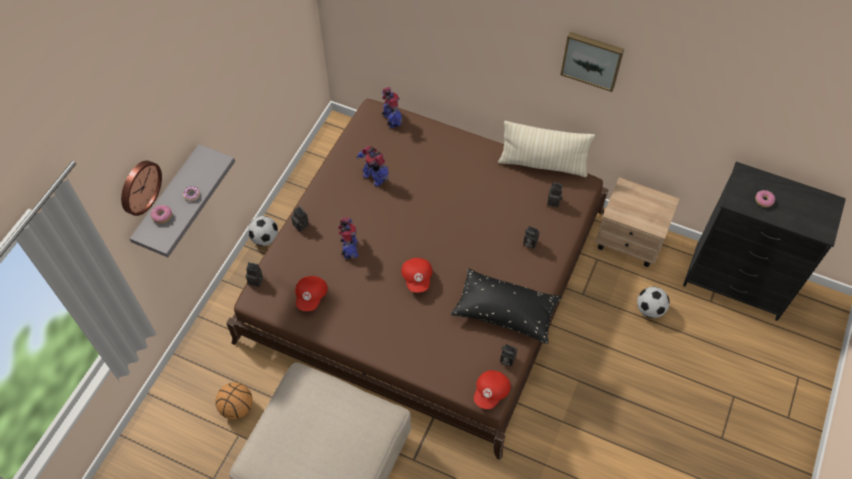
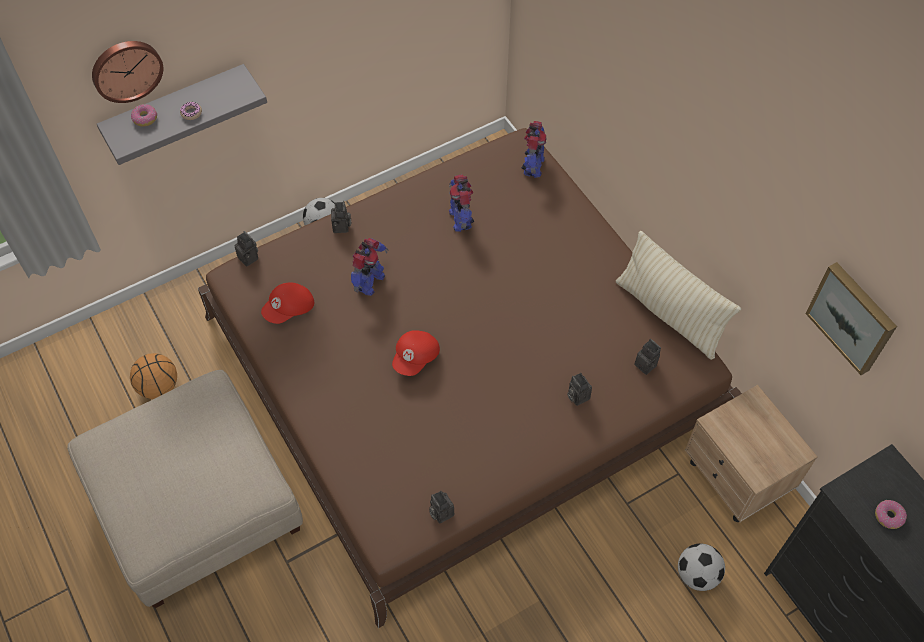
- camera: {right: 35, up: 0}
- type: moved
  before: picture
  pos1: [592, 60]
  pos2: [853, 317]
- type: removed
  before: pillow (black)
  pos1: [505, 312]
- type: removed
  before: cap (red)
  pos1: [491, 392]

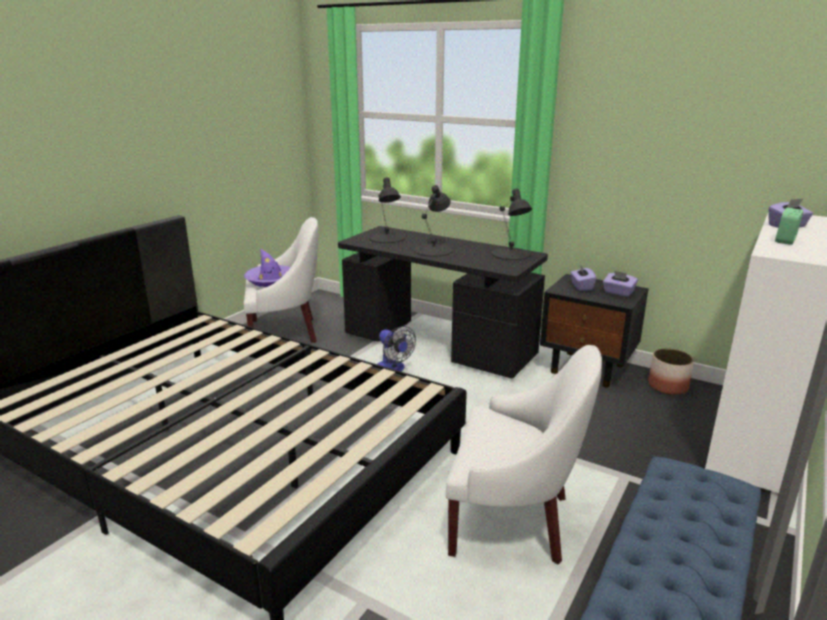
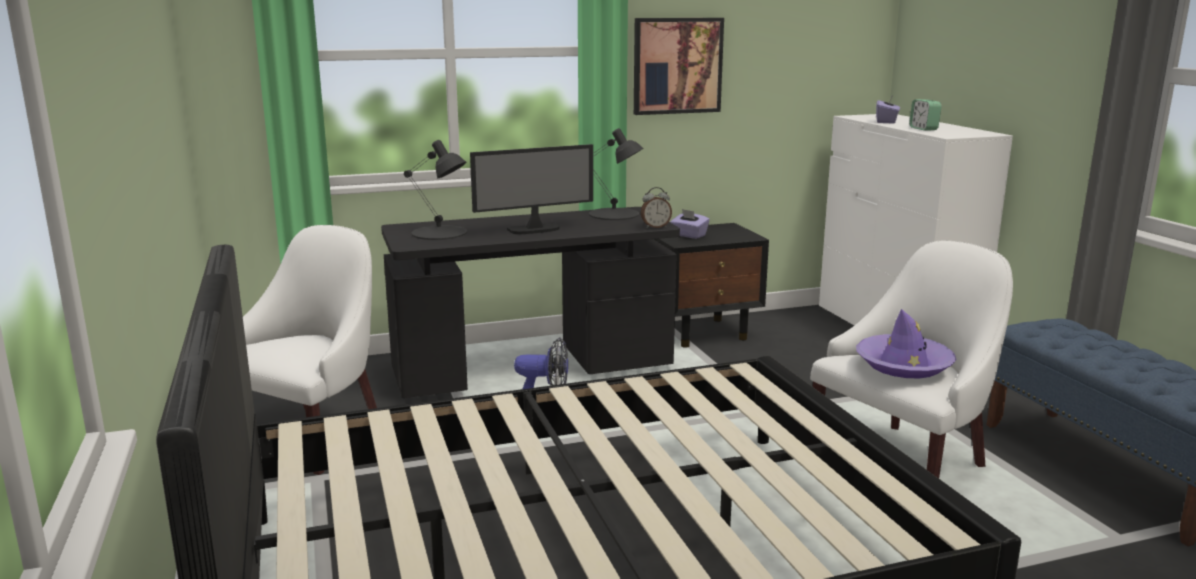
- camera: {right: -50, up: -5}
- type: replaced
  before: table lamp (black)
  after: monitor
  pos1: [434, 250]
  pos2: [534, 230]
- type: added
  after: picture
  pos2: [677, 66]
- type: added
  after: alarm clock
  pos2: [655, 227]
- type: moved
  before: hat (purple)
  pos1: [270, 280]
  pos2: [903, 365]
- type: removed
  before: tissue box (purple)
  pos1: [618, 293]
- type: removed
  before: planter
  pos1: [668, 386]

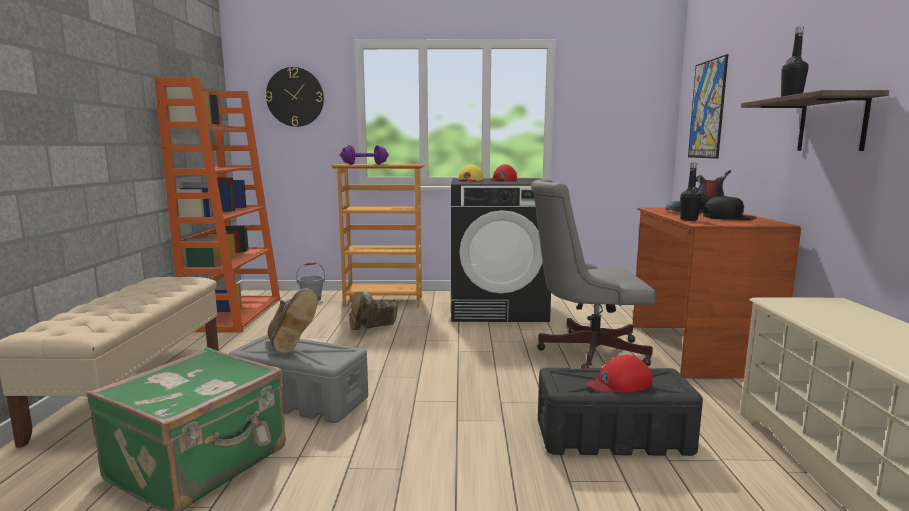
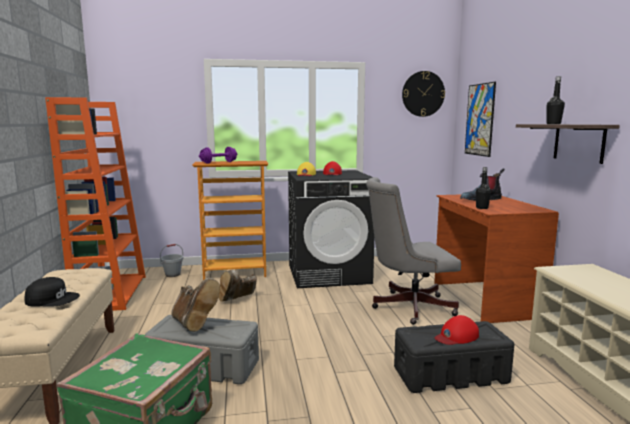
- camera: {right: -10, up: 0}
- type: moved
  before: cap (black)
  pos1: [728, 217]
  pos2: [52, 299]
- type: moved
  before: wall clock
  pos1: [295, 97]
  pos2: [423, 94]

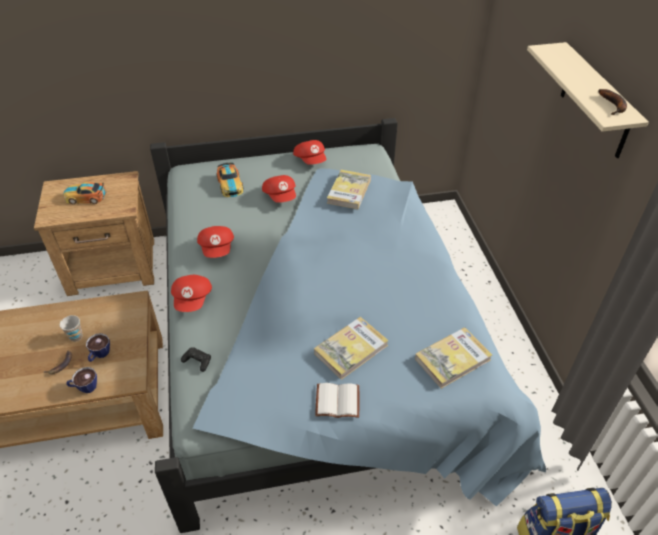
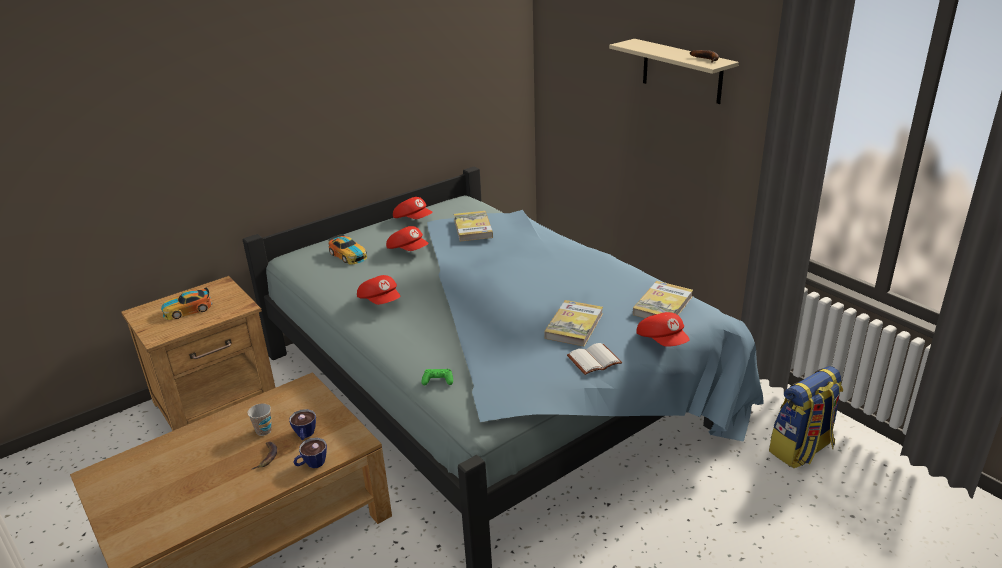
- camera: {right: -25, up: -15}
- type: recoloured
  before: game controller (black)
  after: game controller (green)
  pos1: [197, 361]
  pos2: [438, 380]
- type: moved
  before: cap (red)
  pos1: [193, 300]
  pos2: [662, 341]

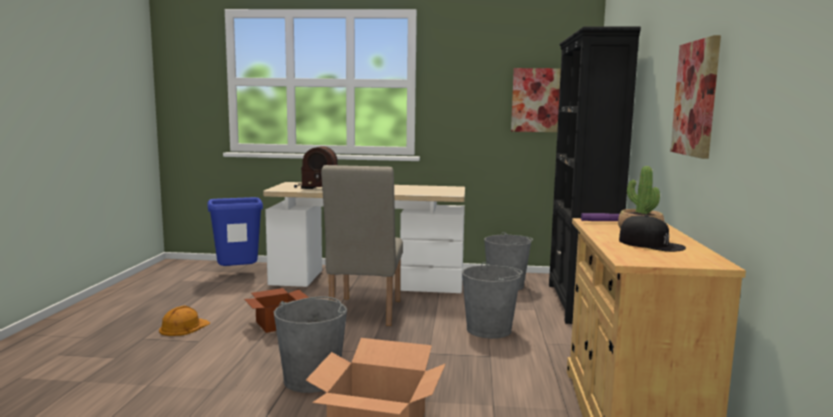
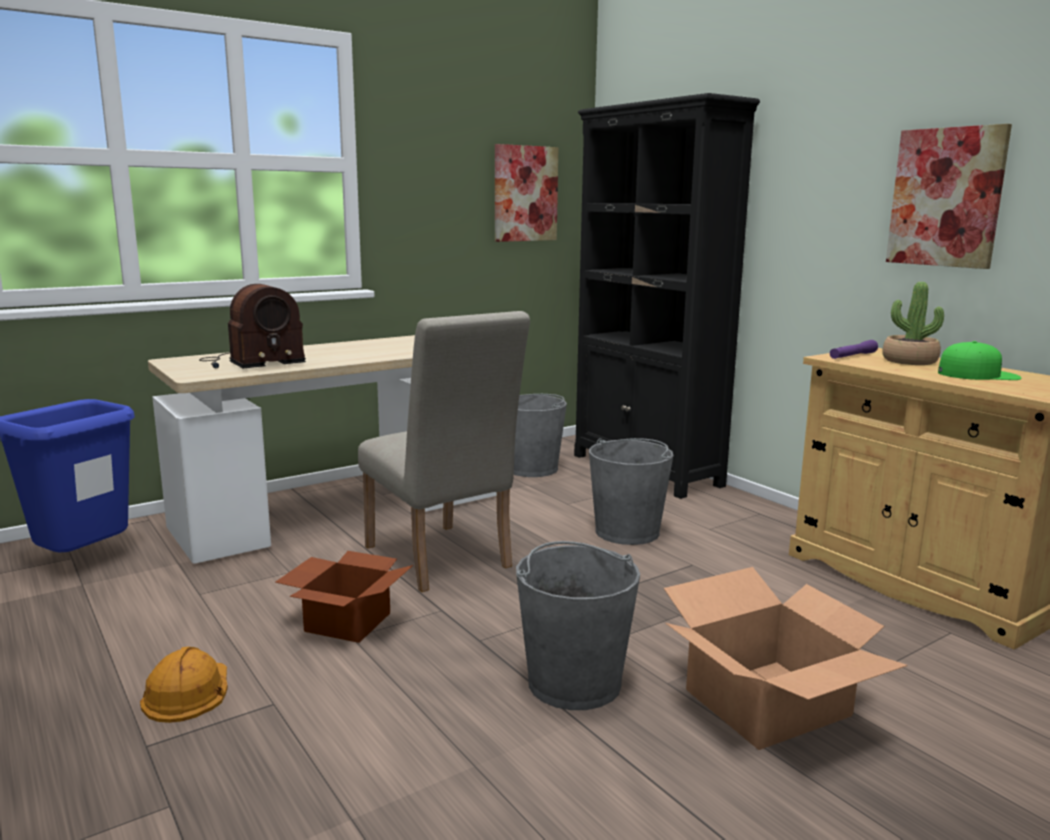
- camera: {right: -40, up: 5}
- type: recoloured
  before: cap (black)
  after: cap (green)
  pos1: [651, 244]
  pos2: [978, 374]

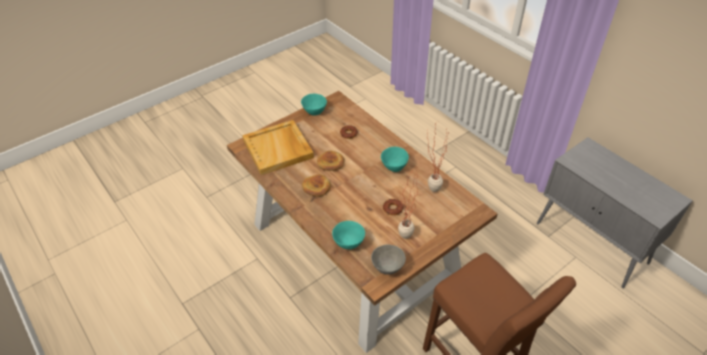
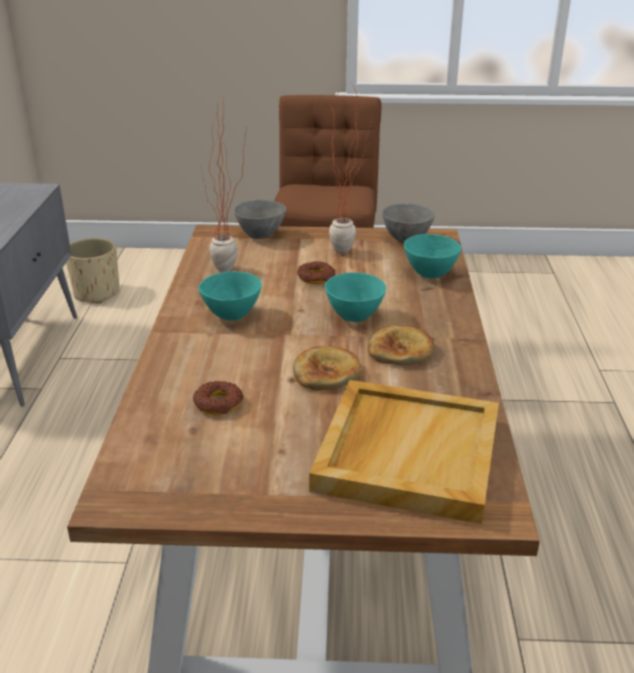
- camera: {right: -140, up: -15}
- type: added
  after: planter (beige)
  pos2: [97, 293]
- type: added
  after: bowl (grey)
  pos2: [261, 235]
- type: moved
  before: bowl (turquoise)
  pos1: [314, 112]
  pos2: [355, 317]

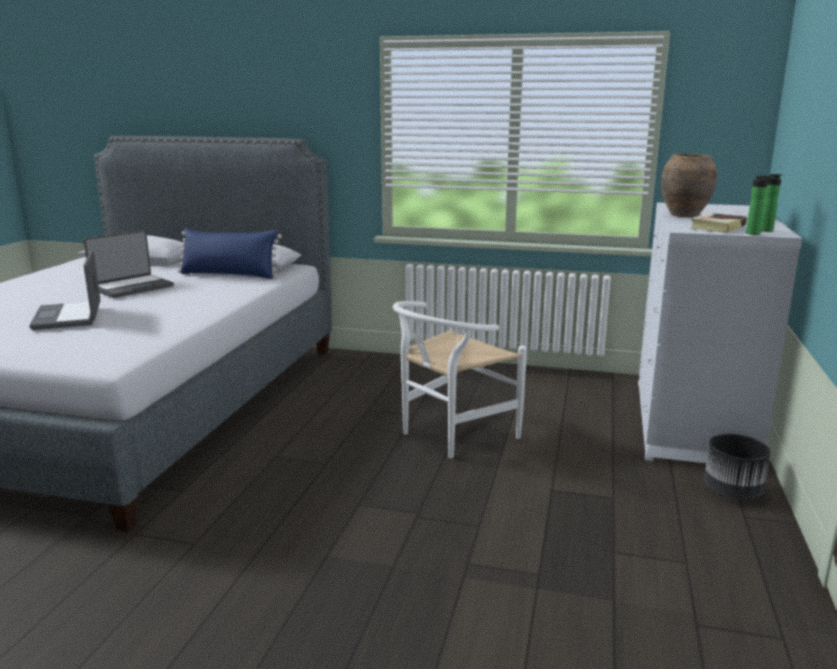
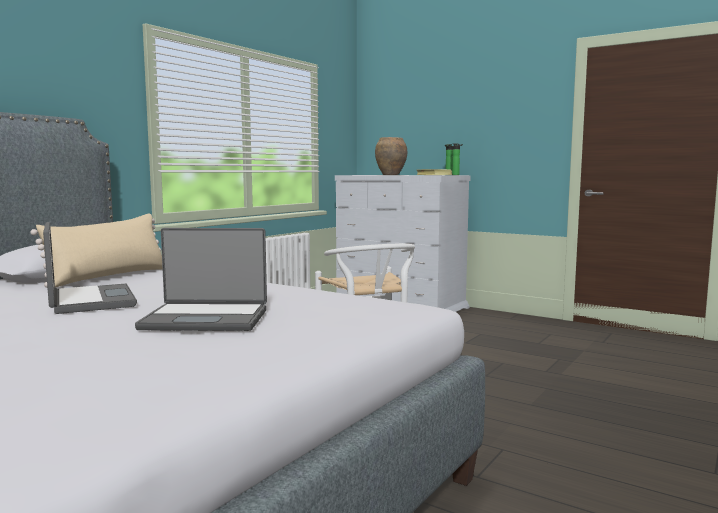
- camera: {right: -70, up: -10}
- type: recoloured
  before: pillow (blue)
  after: pillow (beige)
  pos1: [229, 275]
  pos2: [109, 277]
- type: removed
  before: planter (black)
  pos1: [733, 491]

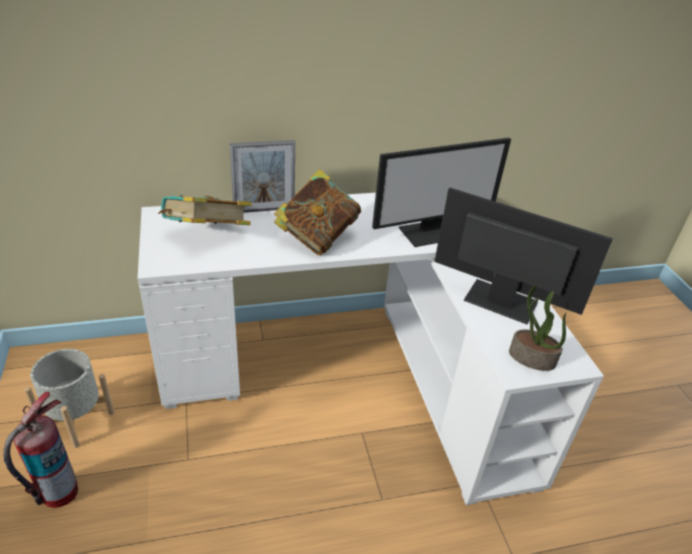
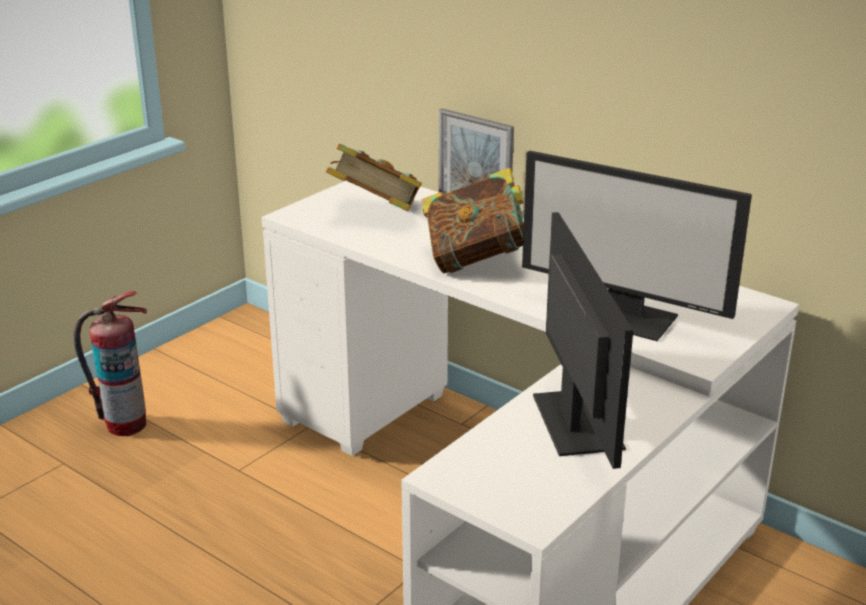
- camera: {right: 55, up: -10}
- type: removed
  before: planter (grey)
  pos1: [77, 419]
- type: removed
  before: potted plant
  pos1: [531, 358]

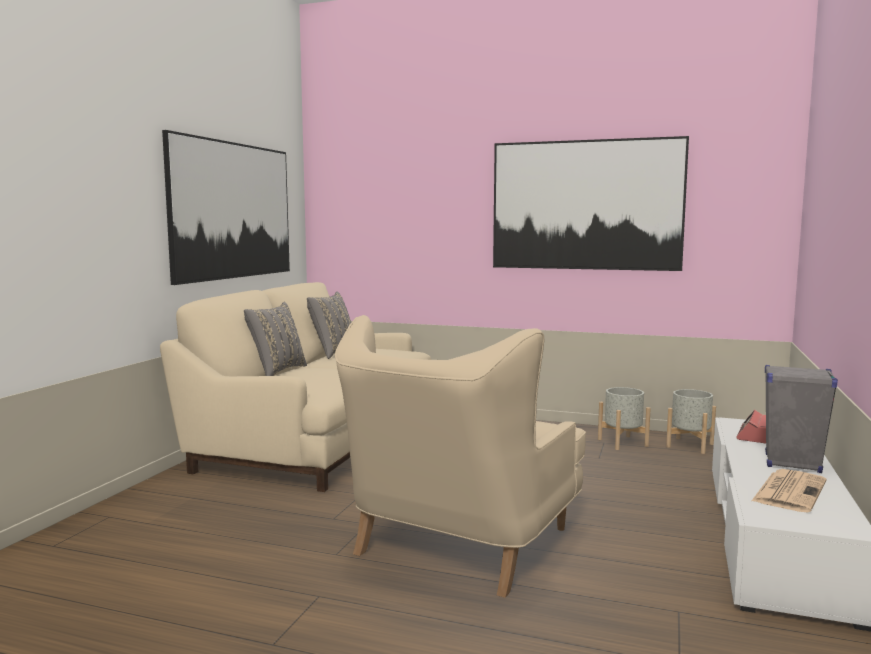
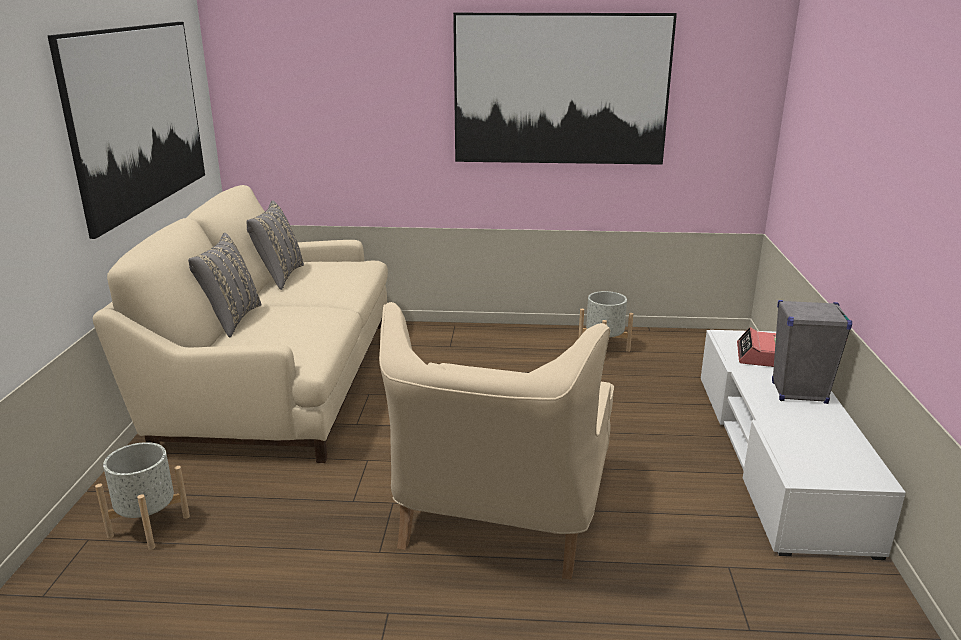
- camera: {right: -15, up: 15}
- type: moved
  before: planter (grey)
  pos1: [690, 445]
  pos2: [149, 526]
- type: removed
  before: newspaper
  pos1: [789, 491]

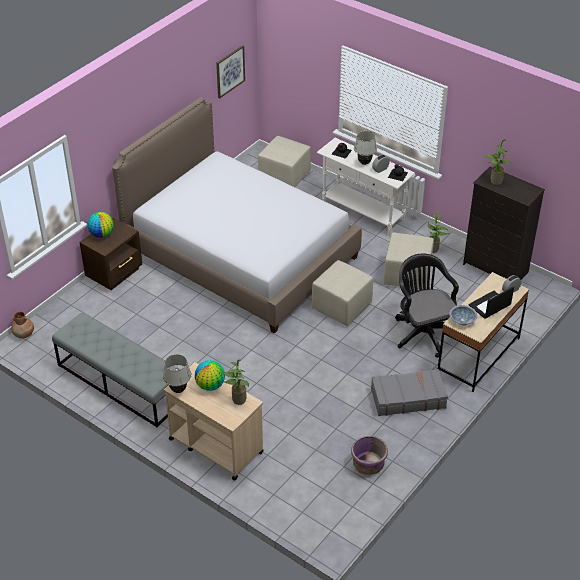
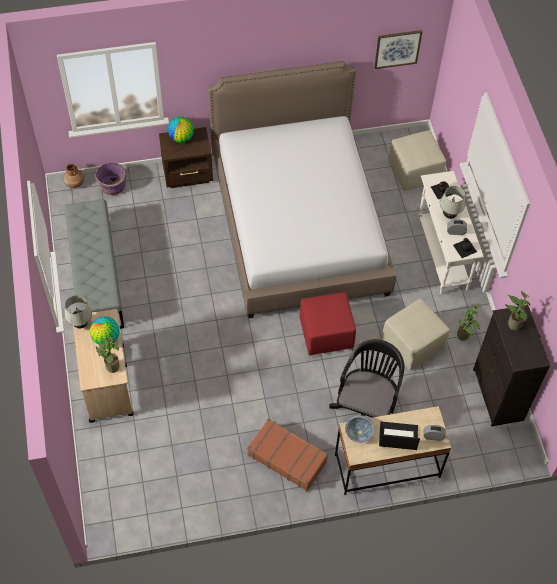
- camera: {right: 40, up: 15}
- type: moved
  before: planter (purple)
  pos1: [368, 465]
  pos2: [112, 186]
- type: recoloured
  before: suitcase (grey)
  after: suitcase (brown)
  pos1: [407, 398]
  pos2: [287, 457]
- type: recoloured
  before: ottoman (beige)
  after: ottoman (red)
  pos1: [341, 306]
  pos2: [326, 333]

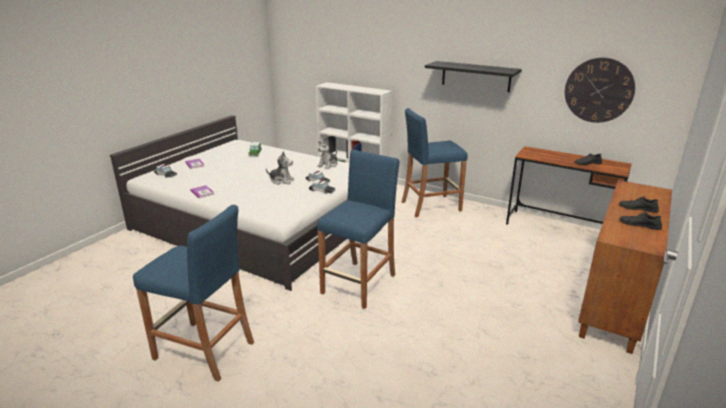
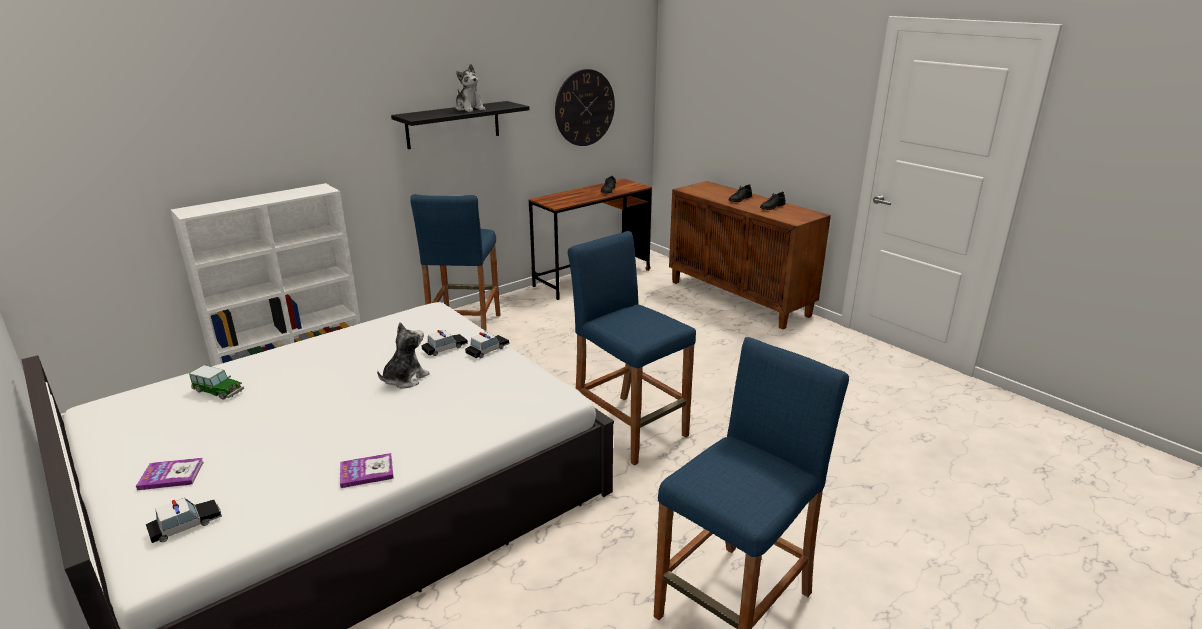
- camera: {right: -70, up: 0}
- type: moved
  before: plush toy
  pos1: [328, 165]
  pos2: [469, 109]

